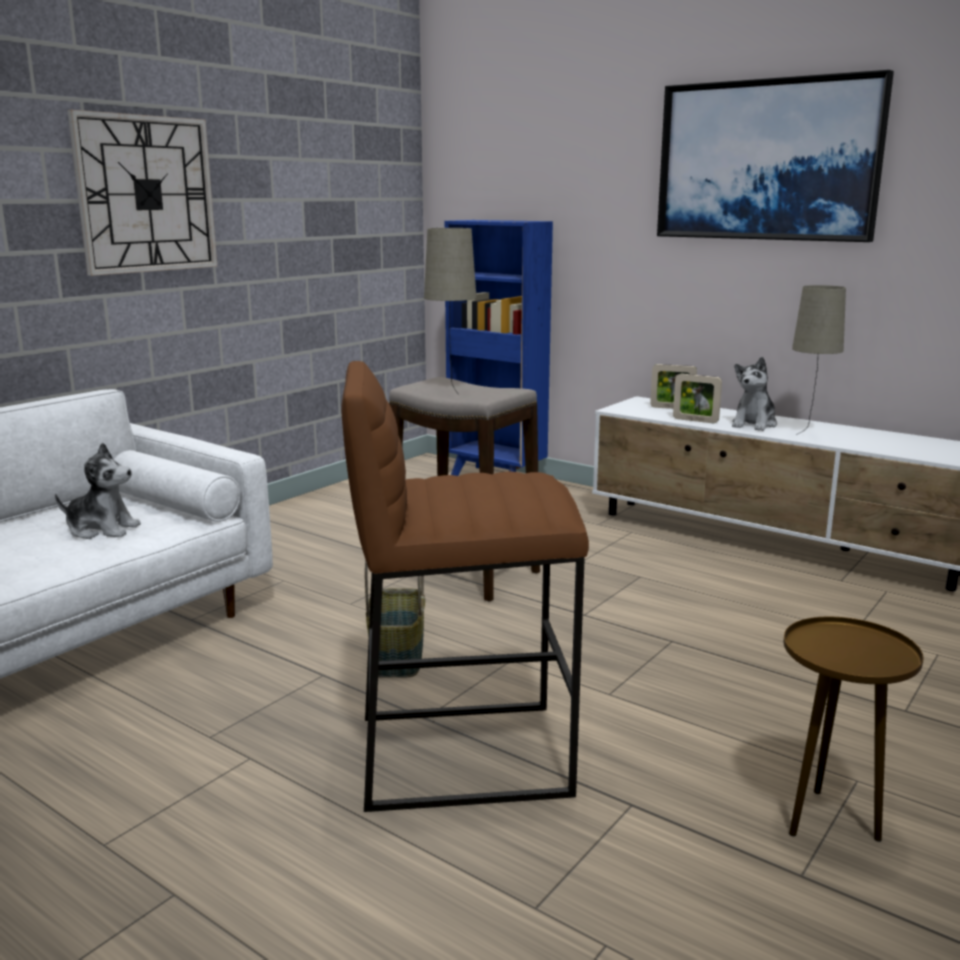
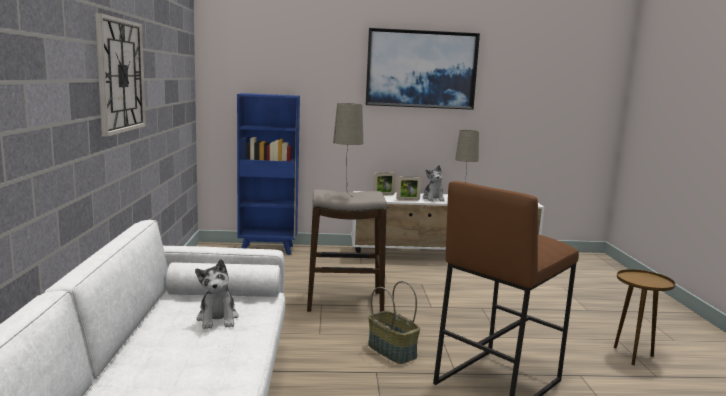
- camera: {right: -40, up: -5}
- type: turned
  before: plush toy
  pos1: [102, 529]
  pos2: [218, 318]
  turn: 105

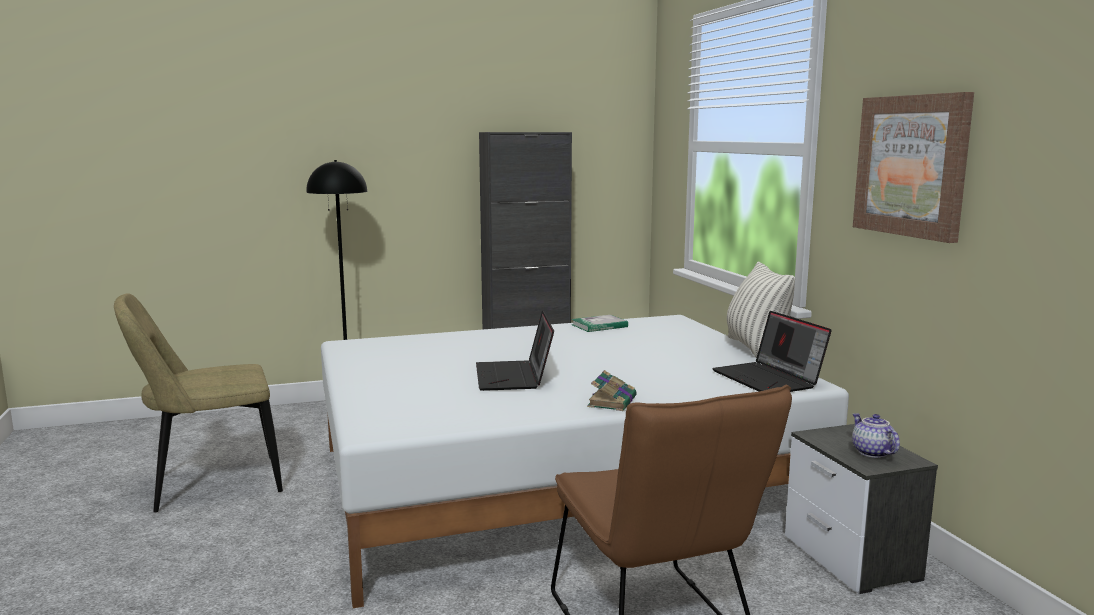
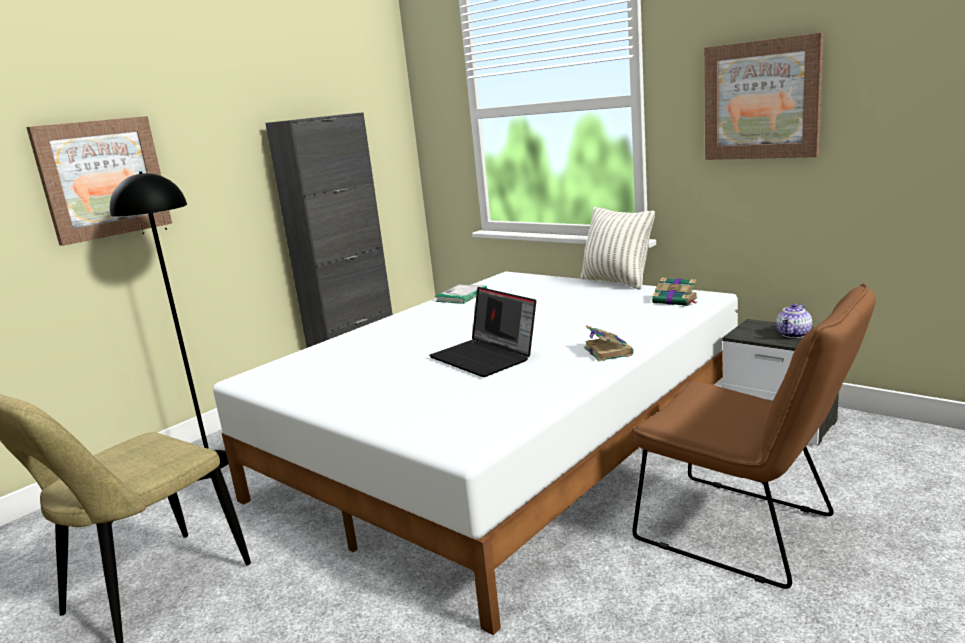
- camera: {right: -30, up: 5}
- type: added
  after: picture
  pos2: [102, 178]
- type: replaced
  before: laptop
  after: book
  pos1: [769, 379]
  pos2: [676, 301]
- type: turned
  before: teapot
  pos1: [871, 452]
  pos2: [794, 335]
  turn: -90

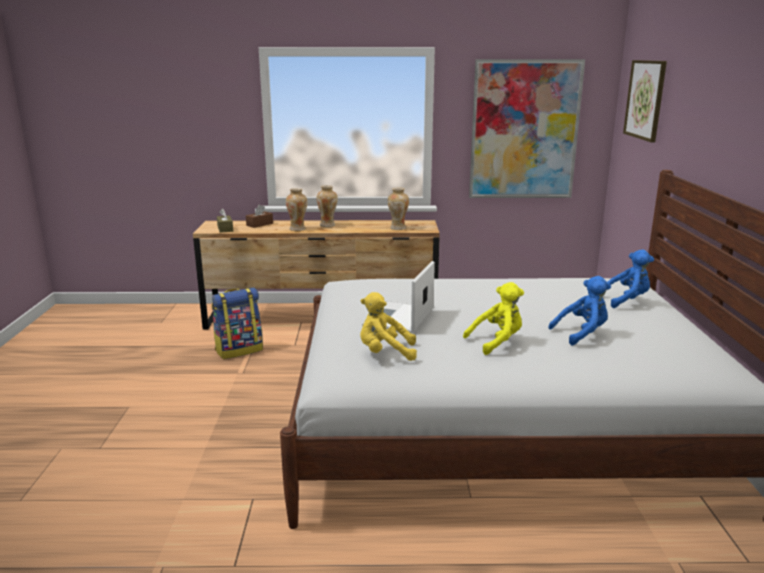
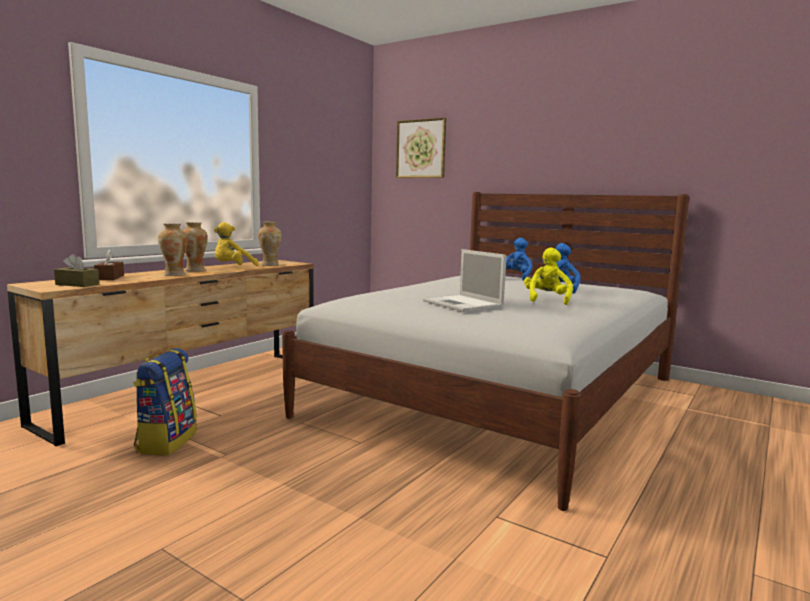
- camera: {right: -55, up: -10}
- type: moved
  before: plush toy (yellow)
  pos1: [385, 353]
  pos2: [232, 267]
- type: removed
  before: picture
  pos1: [524, 130]

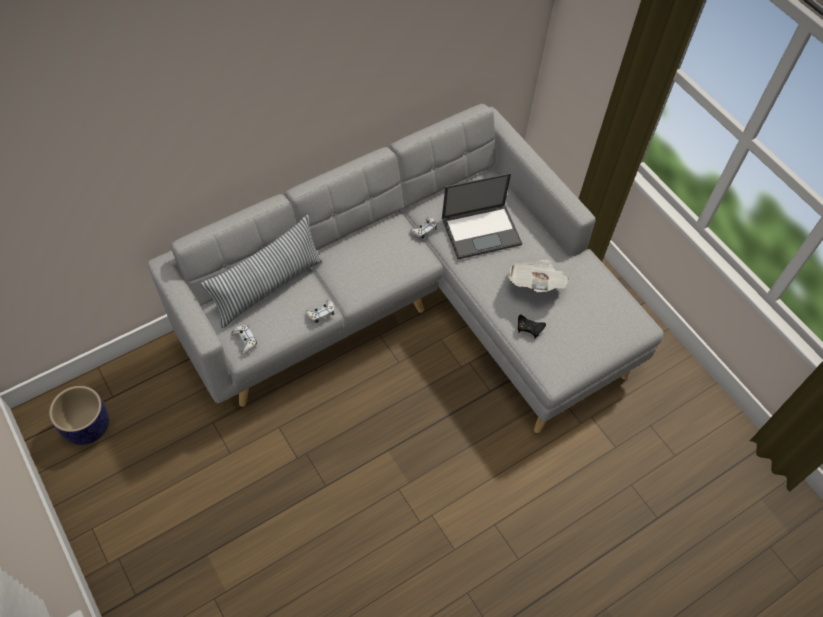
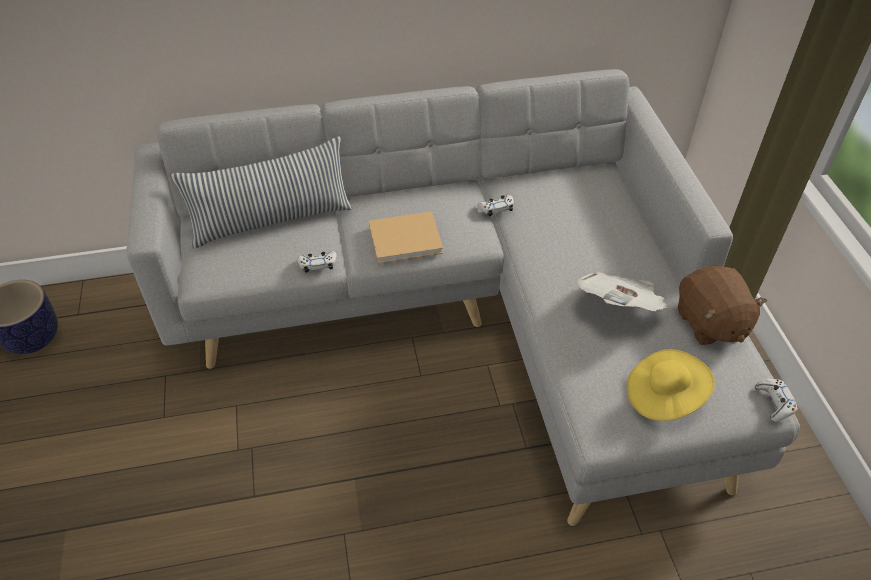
- camera: {right: 25, up: -10}
- type: added
  after: book (beige)
  pos2: [407, 239]
- type: added
  after: hat (yellow)
  pos2: [663, 396]
- type: added
  after: plush toy (brown)
  pos2: [710, 323]
- type: moved
  before: game controller (white)
  pos1: [244, 340]
  pos2: [774, 402]
- type: removed
  before: laptop
  pos1: [482, 231]
- type: removed
  before: game controller (black)
  pos1: [529, 327]

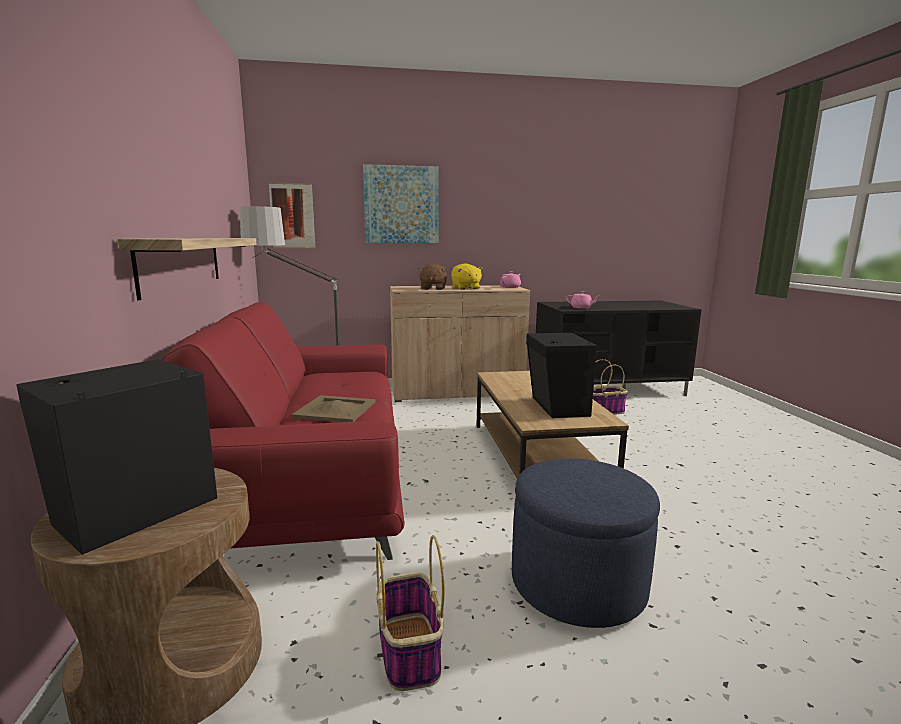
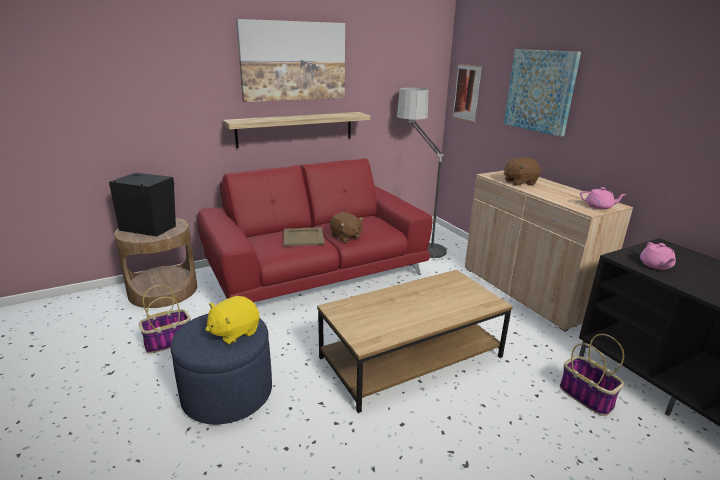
- camera: {right: 70, up: 10}
- type: moved
  before: plush toy (yellow)
  pos1: [465, 288]
  pos2: [234, 332]
- type: added
  after: picture
  pos2: [293, 61]
- type: added
  after: plush toy (brown)
  pos2: [345, 237]
- type: removed
  before: speaker (black)
  pos1: [557, 407]

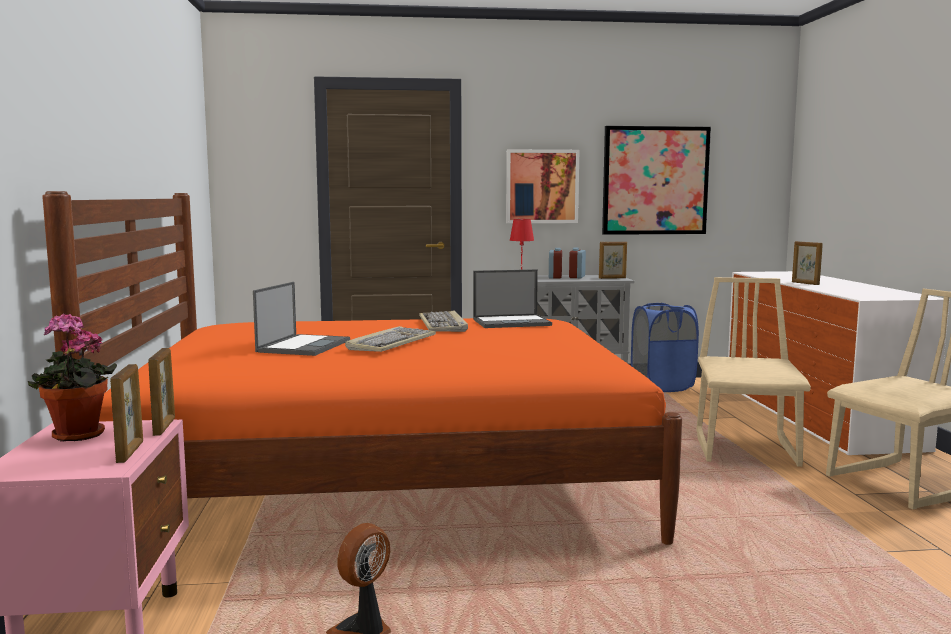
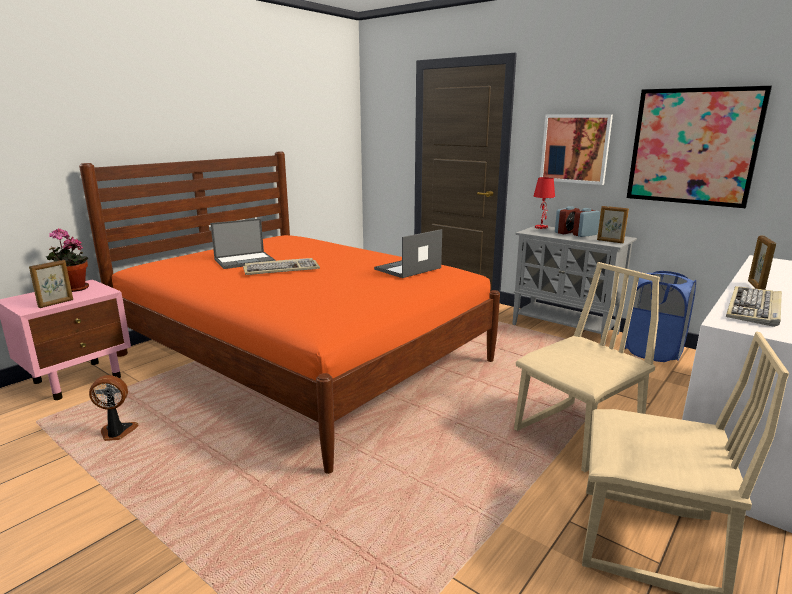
- camera: {right: 45, up: 10}
- type: turned
  before: laptop
  pos1: [512, 322]
  pos2: [407, 269]
  turn: 105
- type: moved
  before: keyboard
  pos1: [443, 325]
  pos2: [755, 309]
- type: removed
  before: picture frame
  pos1: [164, 427]

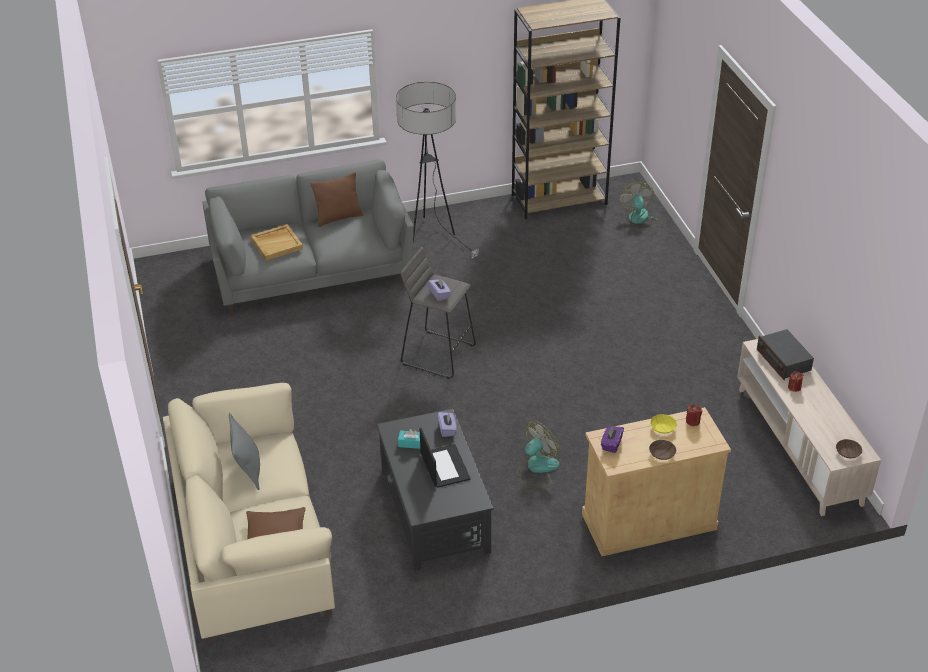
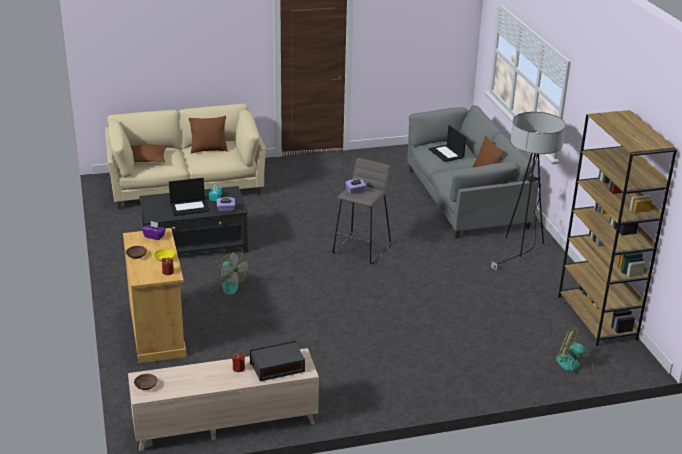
- camera: {right: 90, up: -10}
- type: recoloured
  before: pillow (grey)
  after: pillow (brown)
  pos1: [248, 470]
  pos2: [209, 150]
- type: replaced
  before: tray (beige)
  after: laptop
  pos1: [277, 244]
  pos2: [446, 153]
- type: turned
  before: fan
  pos1: [640, 220]
  pos2: [573, 365]
  turn: -150

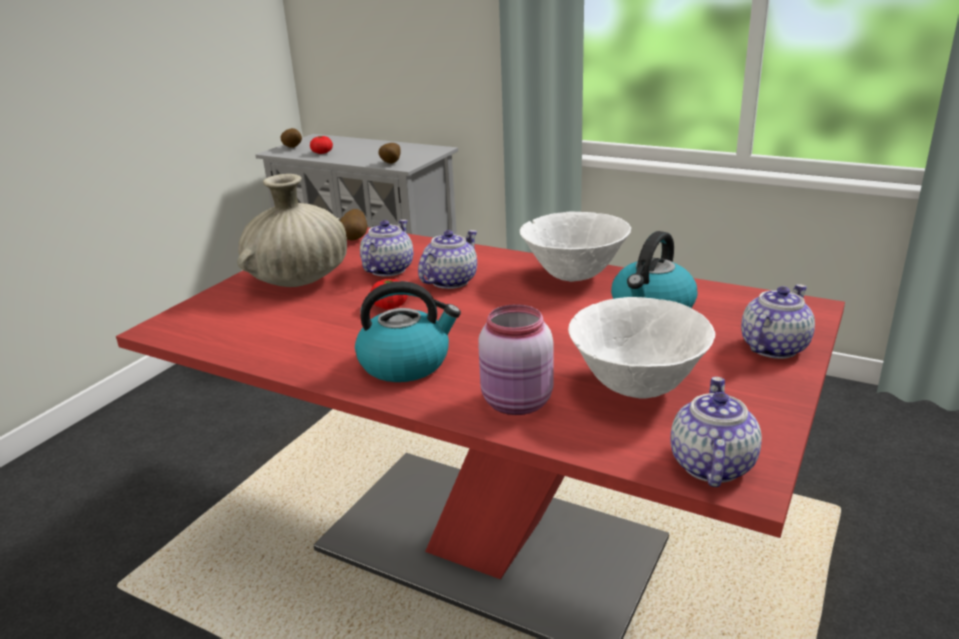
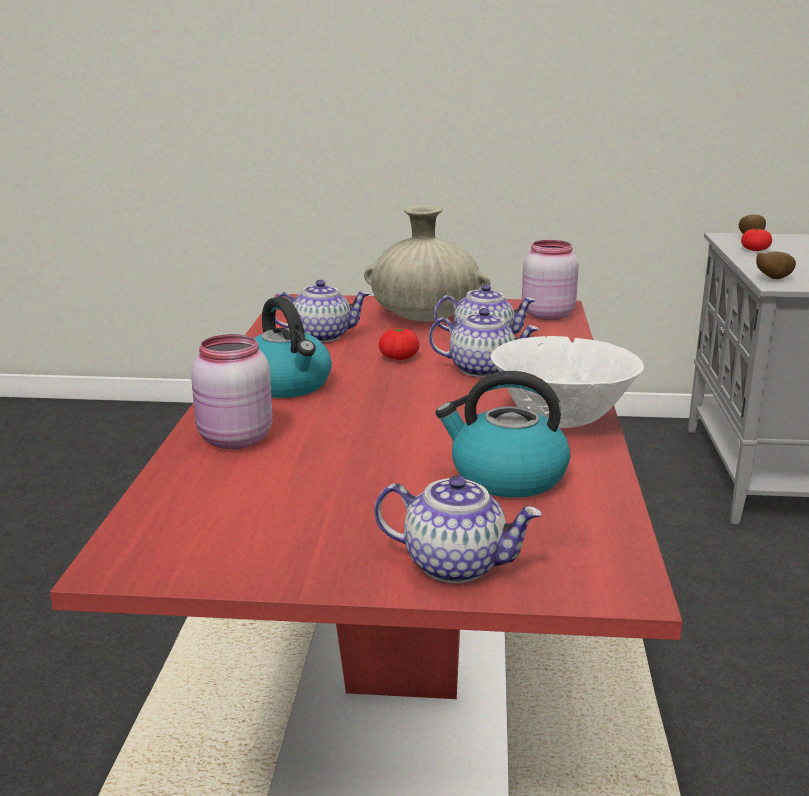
- camera: {right: 65, up: -5}
- type: moved
  before: teapot
  pos1: [710, 464]
  pos2: [322, 336]
- type: replaced
  before: potato
  after: jar (pink)
  pos1: [355, 238]
  pos2: [546, 315]
- type: removed
  before: bowl (white)
  pos1: [637, 387]

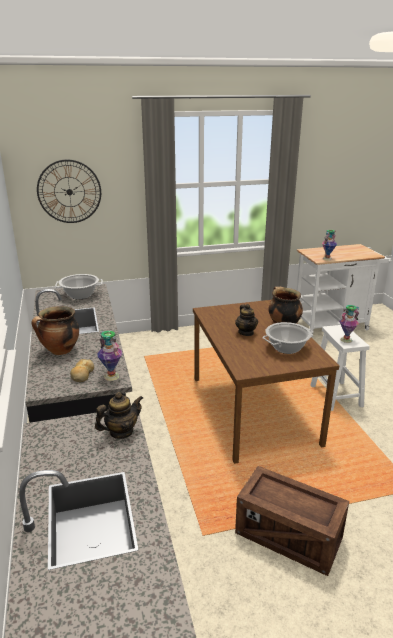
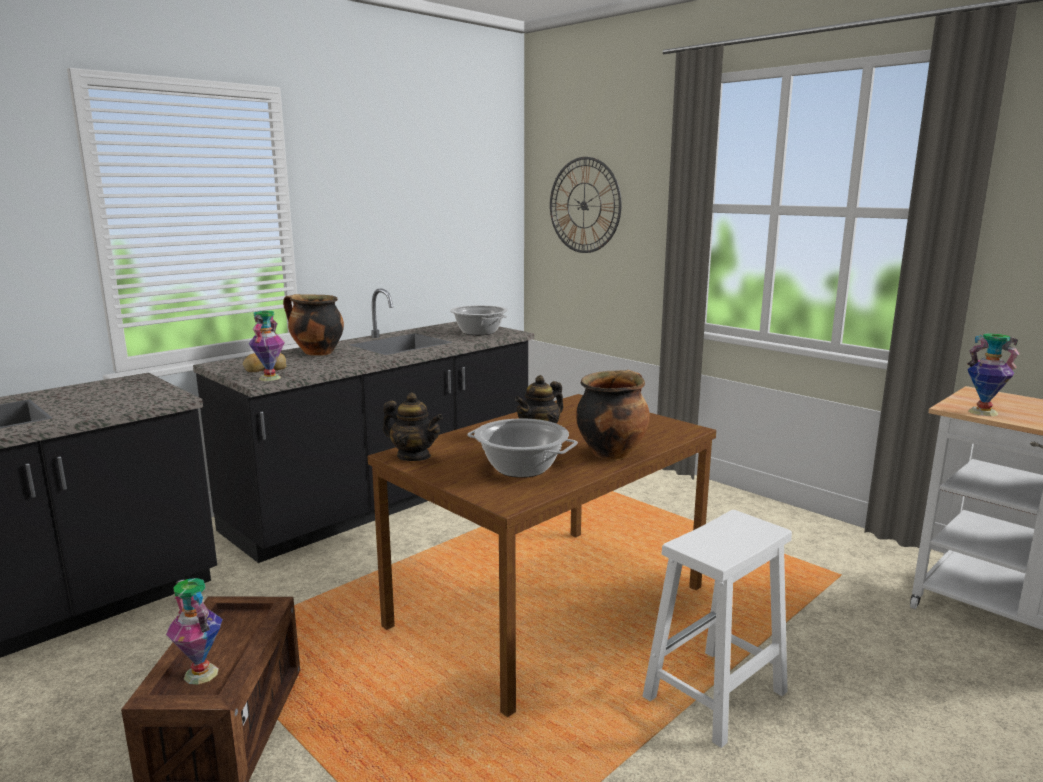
- camera: {right: 60, up: -10}
- type: moved
  before: vase
  pos1: [346, 339]
  pos2: [202, 673]
- type: moved
  before: teapot
  pos1: [121, 432]
  pos2: [413, 456]

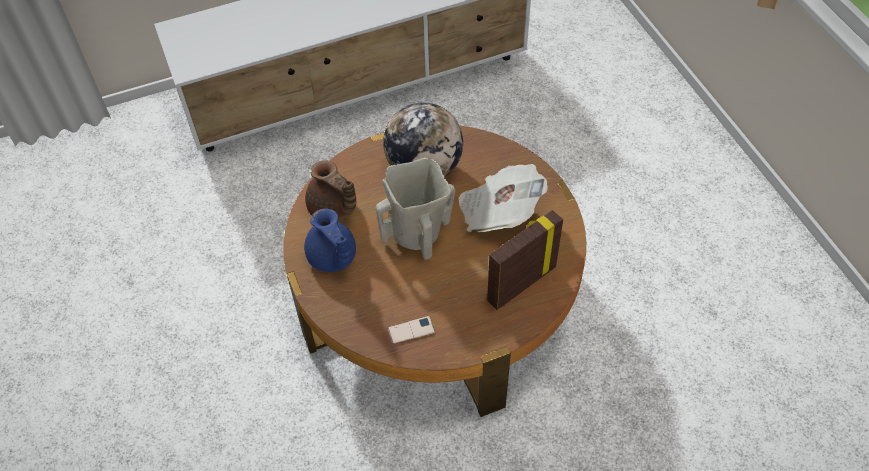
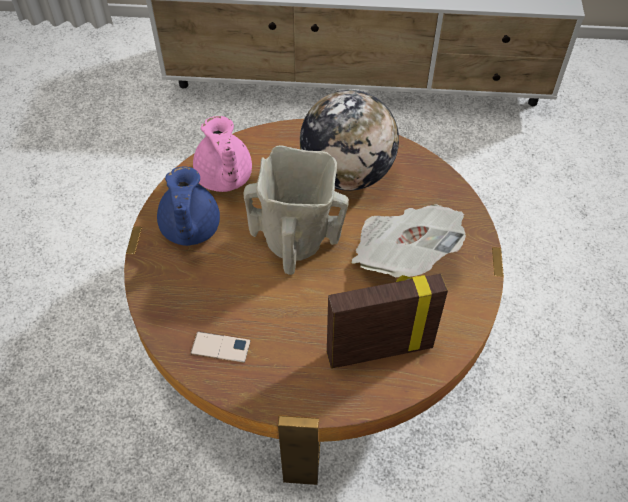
- camera: {right: 25, up: 0}
- type: recoloured
  before: teapot (brown)
  after: teapot (pink)
  pos1: [333, 209]
  pos2: [224, 178]

